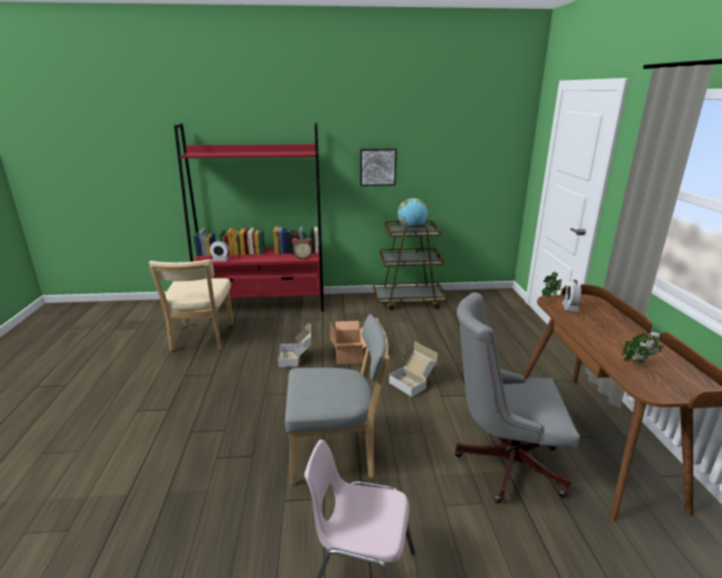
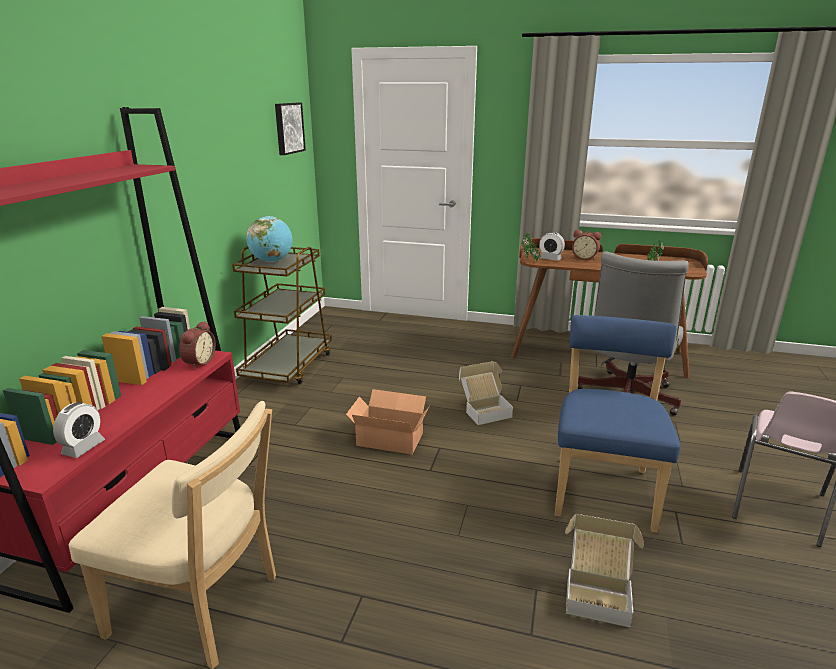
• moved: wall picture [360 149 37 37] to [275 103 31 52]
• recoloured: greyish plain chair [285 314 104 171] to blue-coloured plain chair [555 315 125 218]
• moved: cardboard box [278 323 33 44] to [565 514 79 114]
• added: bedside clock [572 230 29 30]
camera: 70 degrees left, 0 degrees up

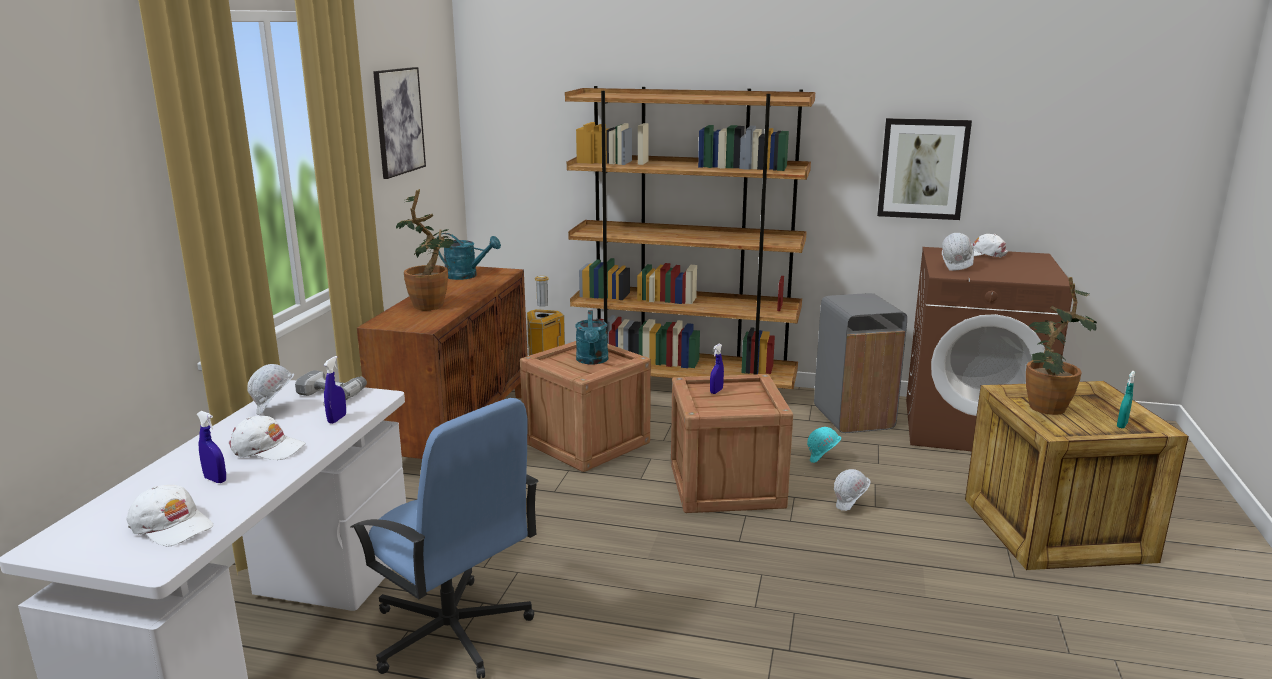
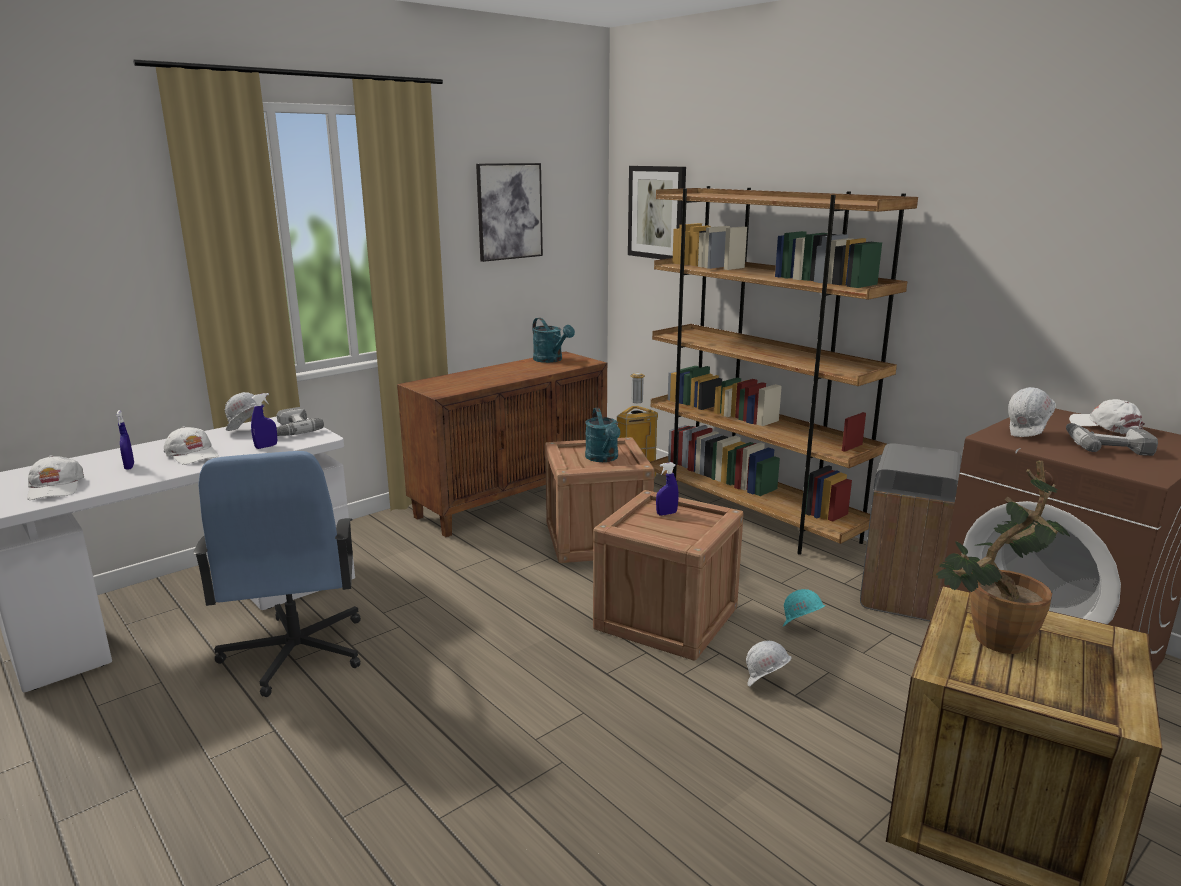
• moved: wall picture [877 118 95 102] to [628 166 58 93]
• removed: houseplant [396 189 58 121]
• turned: turquoise-coloured sprinkling can [575 310 33 55] = [585 408 35 54] 45 degrees counterclockwise
• removed: turquoise-coloured hand sprayer [1117 371 18 57]
• added: electric drill [1066 423 92 33]
camera: 35 degrees right, 0 degrees up

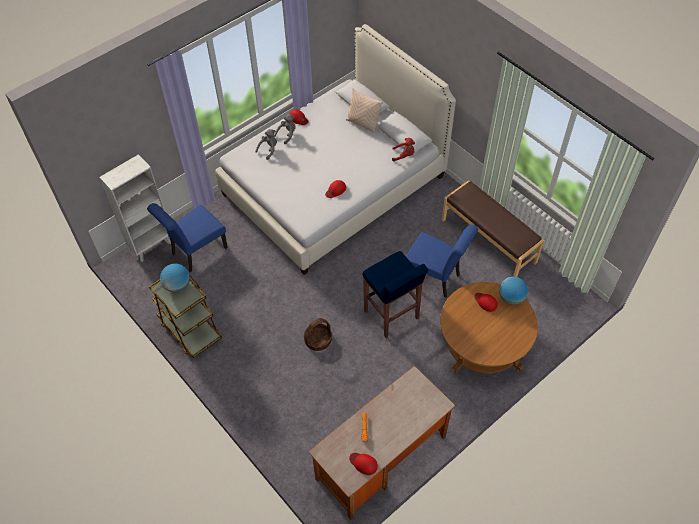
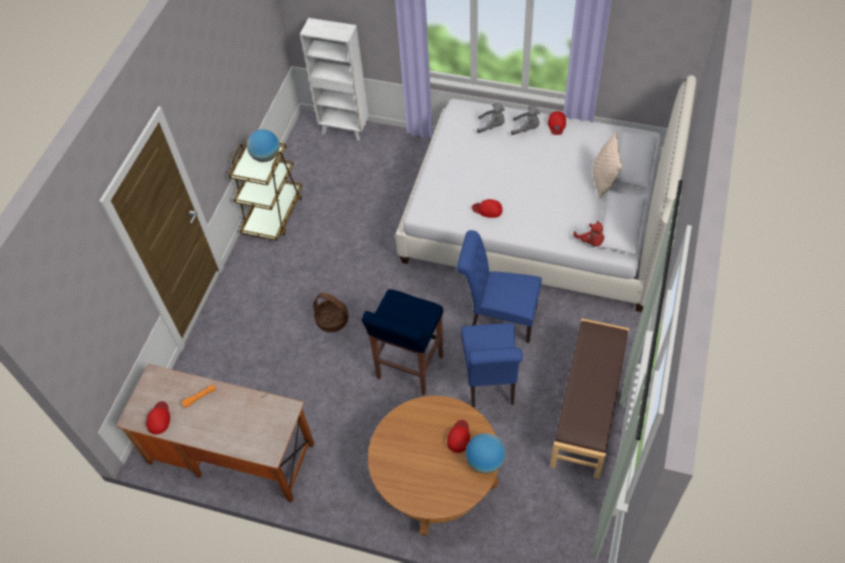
• moved: blue-coloured plain chair [147 203 81 69] to [457 230 85 113]
camera: 60 degrees right, 0 degrees up

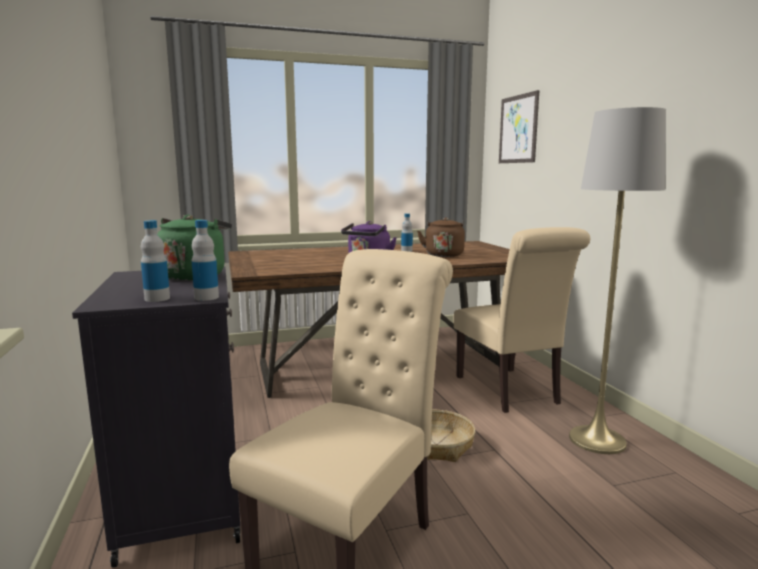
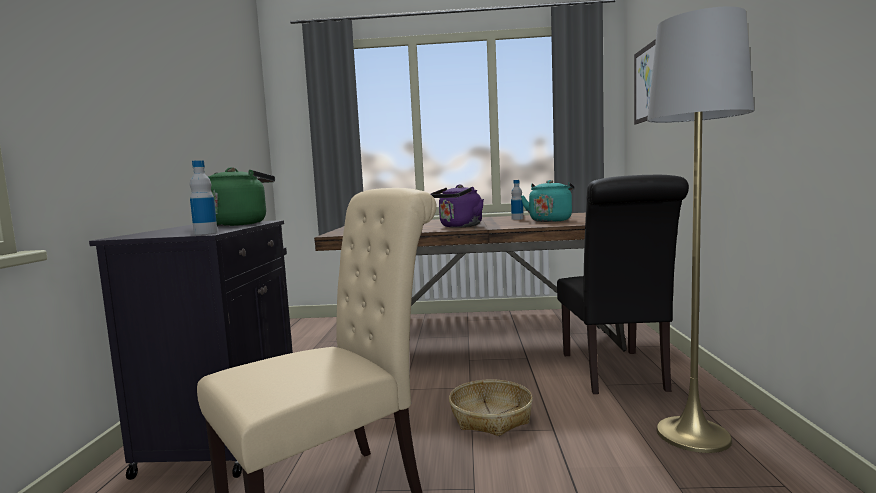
• recoloured: brownish water kettle [417 217 48 40] to turquoise-coloured water kettle [521 180 54 42]
• removed: bottle [141 220 29 82]
• recoloured: beige-coloured plain chair [454 227 136 186] to black-coloured plain chair [557 175 132 219]
camera: 20 degrees right, 5 degrees down

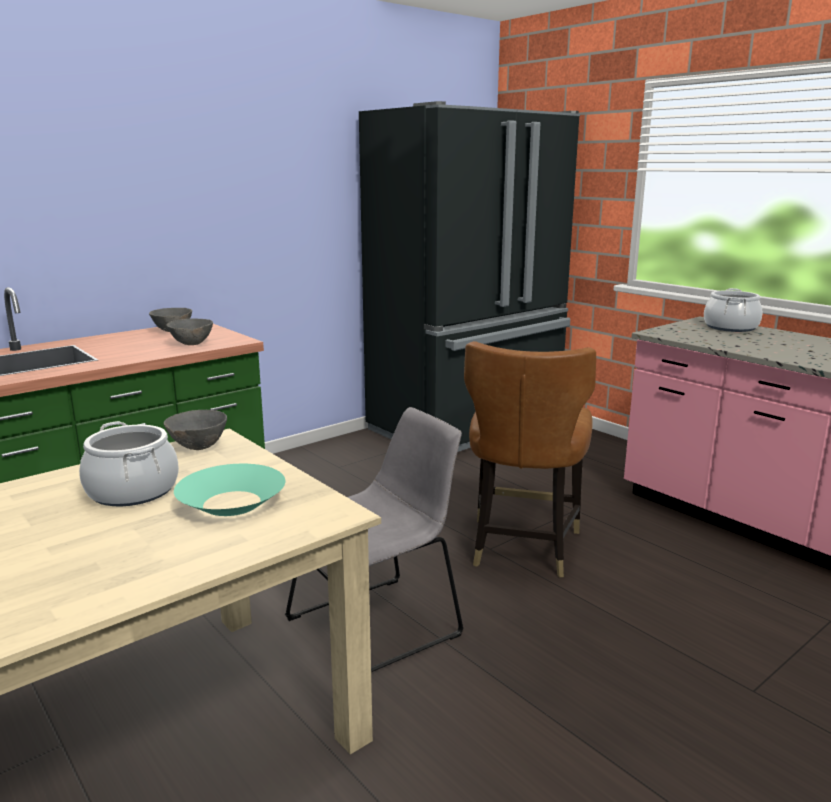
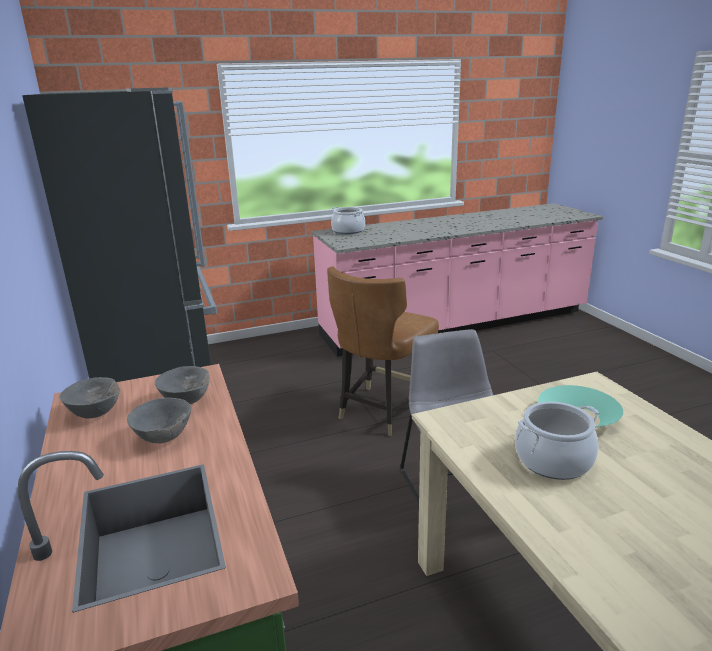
• turned: brownish plain chair [464 341 132 237] = [327 266 112 170] 90 degrees clockwise
• moved: greyish bowl [164 410 63 40] to [127 398 64 45]
camera: 70 degrees left, 5 degrees up

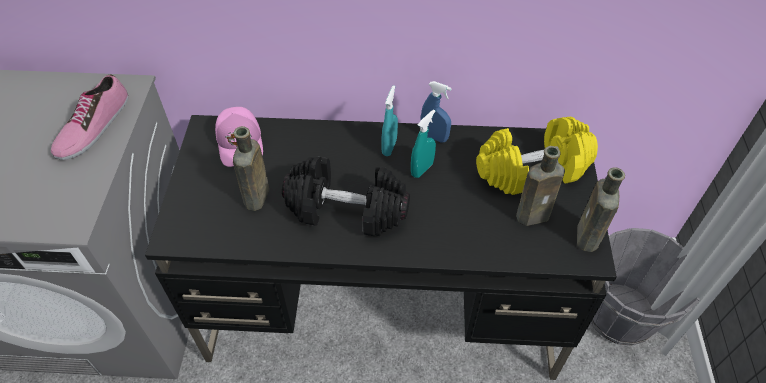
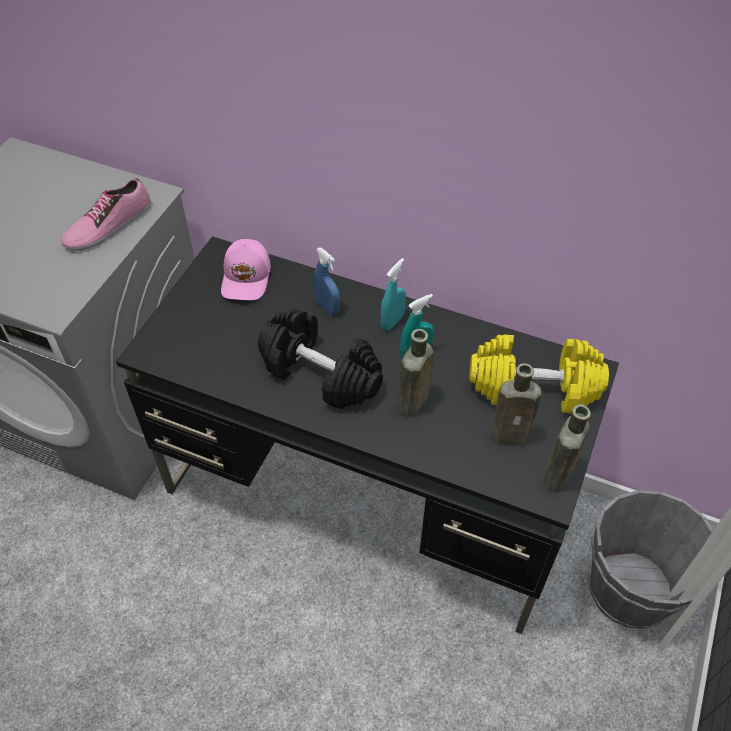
• moved: blue-coloured hand sprayer [421 81 31 62] to [314 247 26 68]
• moved: brownish bottle [233 126 36 85] to [398 329 35 88]
camera: 20 degrees right, 0 degrees up

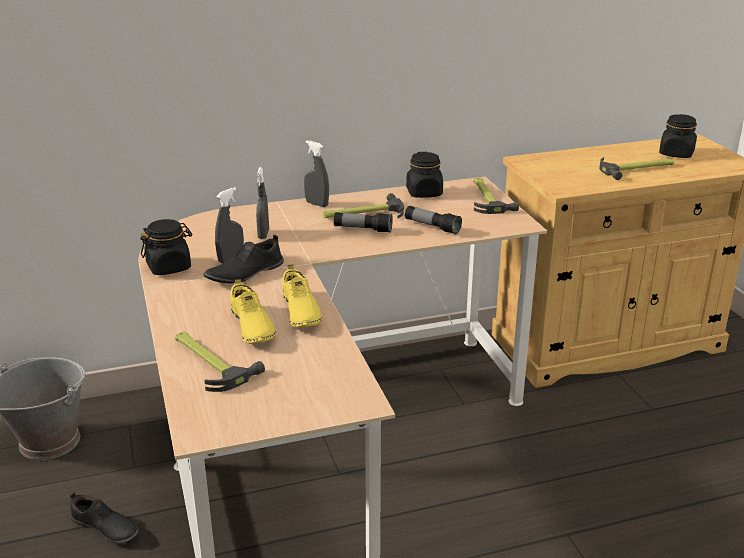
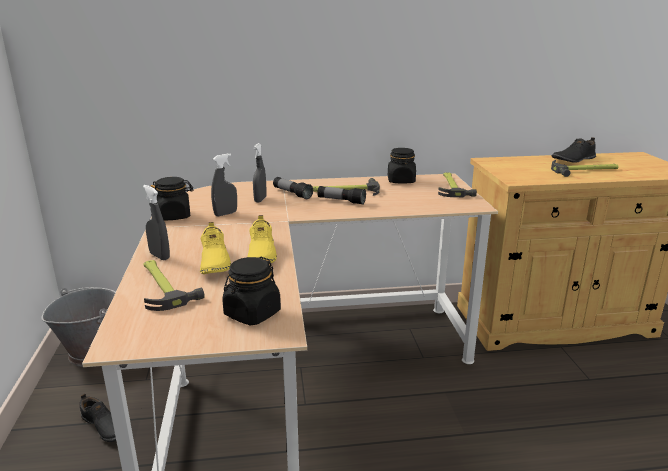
• moved: black-coloured storage jar [659 114 38 44] to [222 257 59 68]
• moved: greyish hand sprayer [304 140 25 67] to [143 185 27 75]
• moved: flashlight [405 206 57 28] to [273 177 40 22]
• moved: black-coloured shoe [203 235 81 49] to [552 137 44 25]
camera: 10 degrees right, 5 degrees down

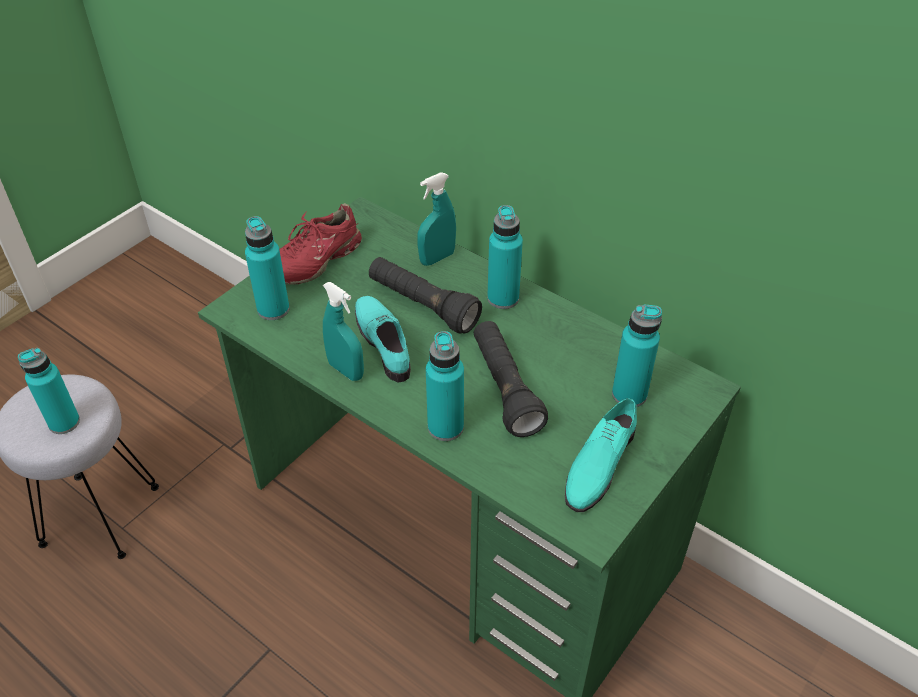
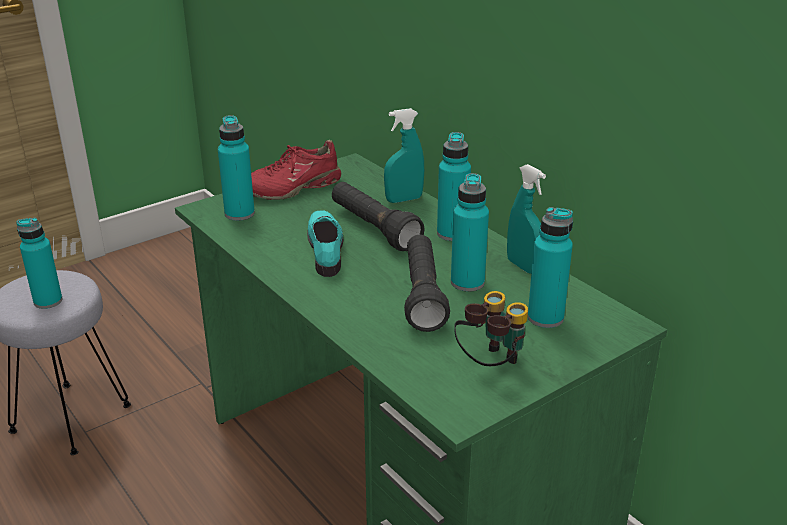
• moved: turquoise-coloured hand sprayer [323 282 41 99] to [507 164 39 110]
• moved: turquoise-coloured bottle [426 331 38 110] to [451 173 38 119]
• replaced: turquoise-coloured shoe [565 398 72 114] to binoculars [454 291 74 75]
camera: 15 degrees right, 15 degrees down

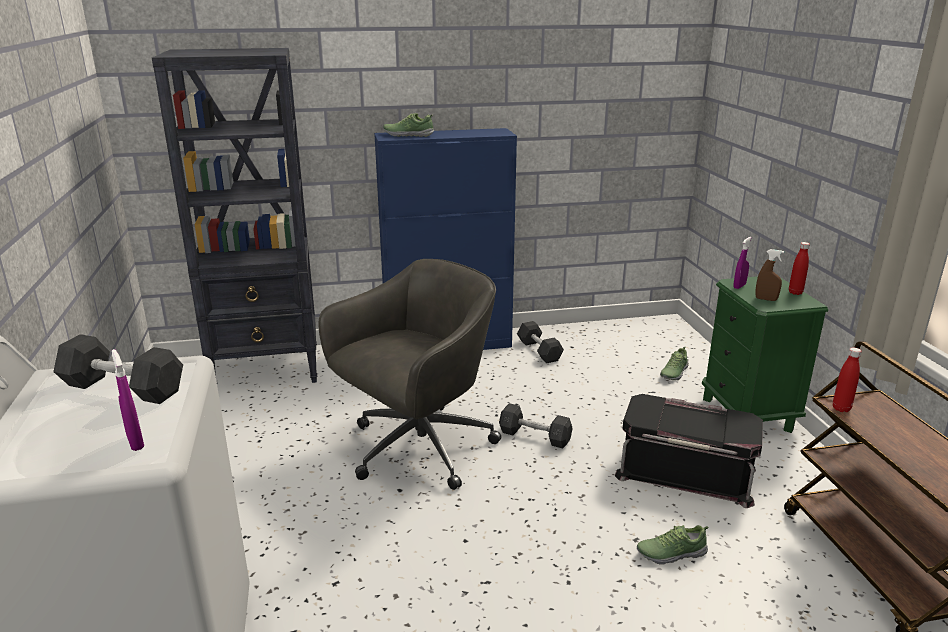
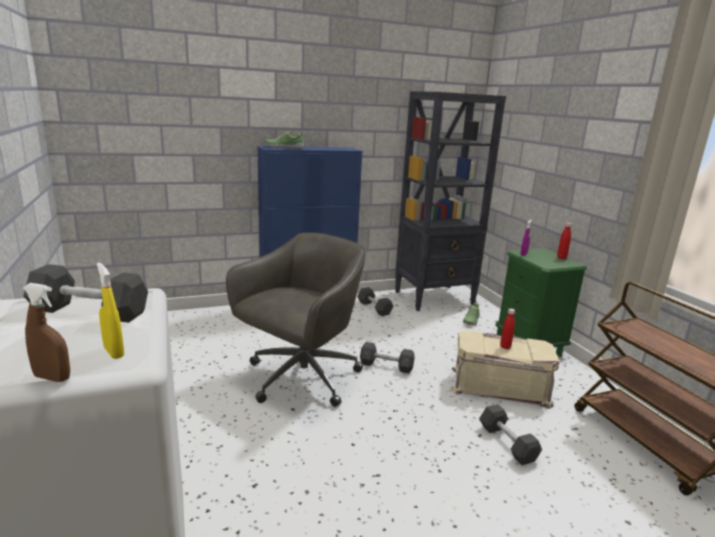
• moved: black-coloured bookcase [152 48 165 335] to [395 91 111 220]
• moved: brownish hand sprayer [755 249 29 52] to [23 283 47 99]
• moved: red bottle [833 348 28 64] to [500 309 15 40]
• recoloured: purplish hand sprayer [112 349 32 102] to yellow-coloured hand sprayer [97 263 27 96]
• recoloured: black-coloured storage bin [615 394 148 114] to beige-coloured storage bin [451 330 108 79]
• replaced: shoe [637 525 71 40] to greyish hand weight [479 404 63 61]
camera: 10 degrees left, 5 degrees down

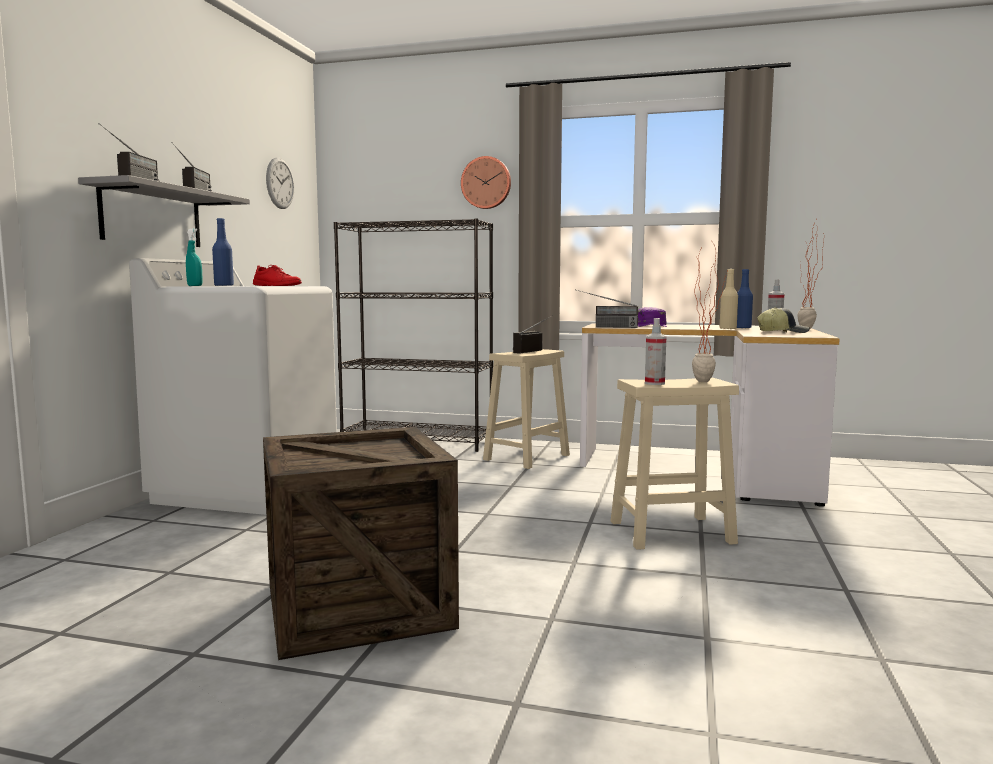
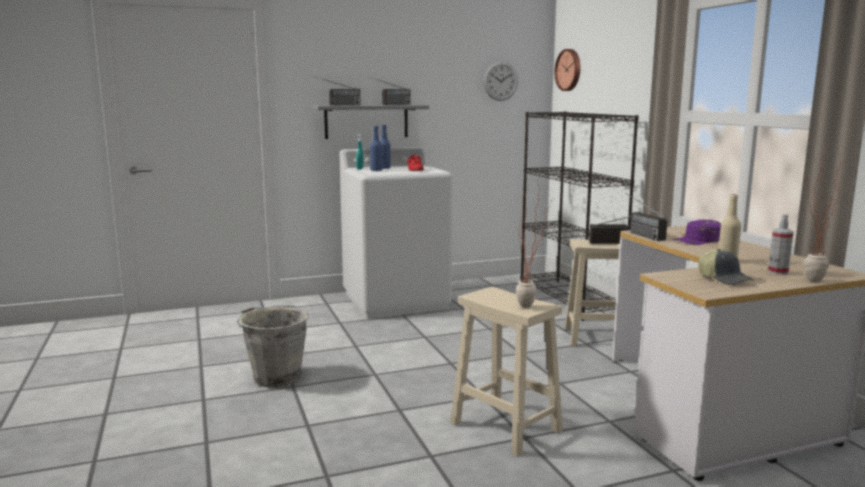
• moved: hanging clock [461 156 50 53] to [555 49 25 42]
• moved: blue-coloured bottle [737 269 16 60] to [370 126 13 45]
• removed: hand sprayer [645 318 21 67]
• replaced: shipping crate [263 427 196 233] to greyish water bucket [237 306 72 82]
camera: 55 degrees right, 5 degrees up

